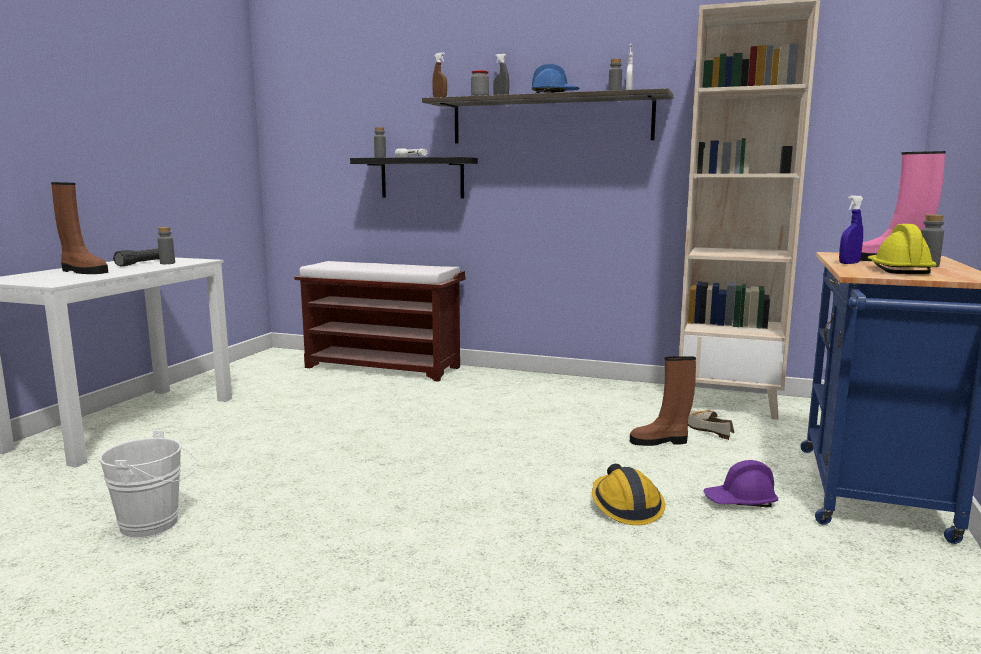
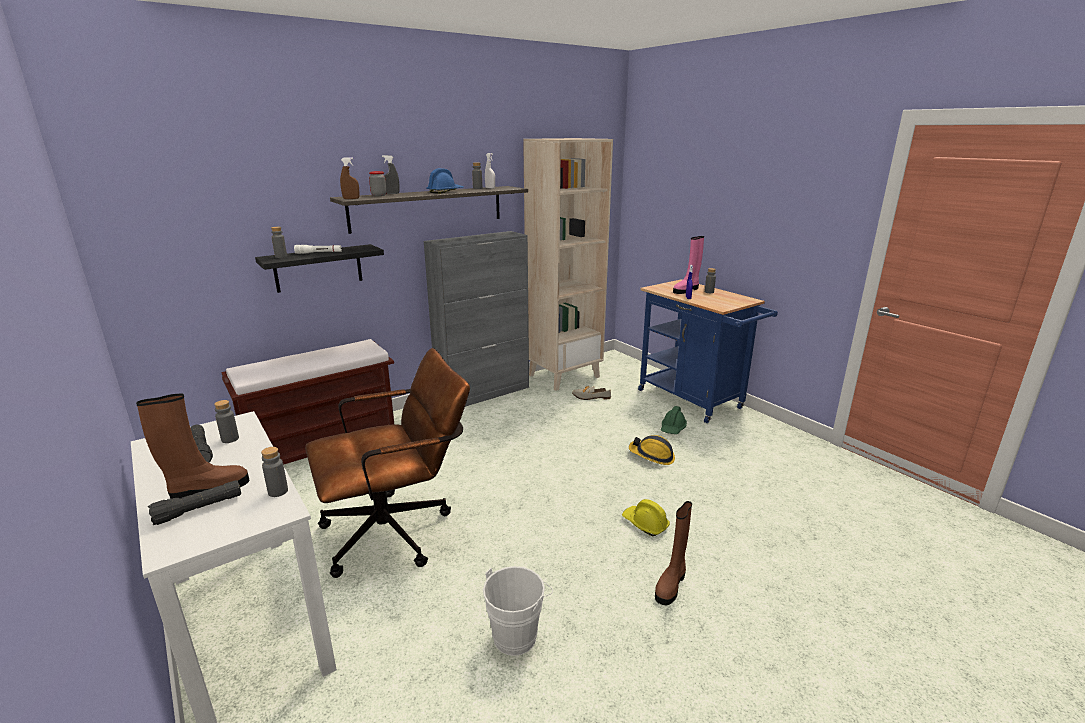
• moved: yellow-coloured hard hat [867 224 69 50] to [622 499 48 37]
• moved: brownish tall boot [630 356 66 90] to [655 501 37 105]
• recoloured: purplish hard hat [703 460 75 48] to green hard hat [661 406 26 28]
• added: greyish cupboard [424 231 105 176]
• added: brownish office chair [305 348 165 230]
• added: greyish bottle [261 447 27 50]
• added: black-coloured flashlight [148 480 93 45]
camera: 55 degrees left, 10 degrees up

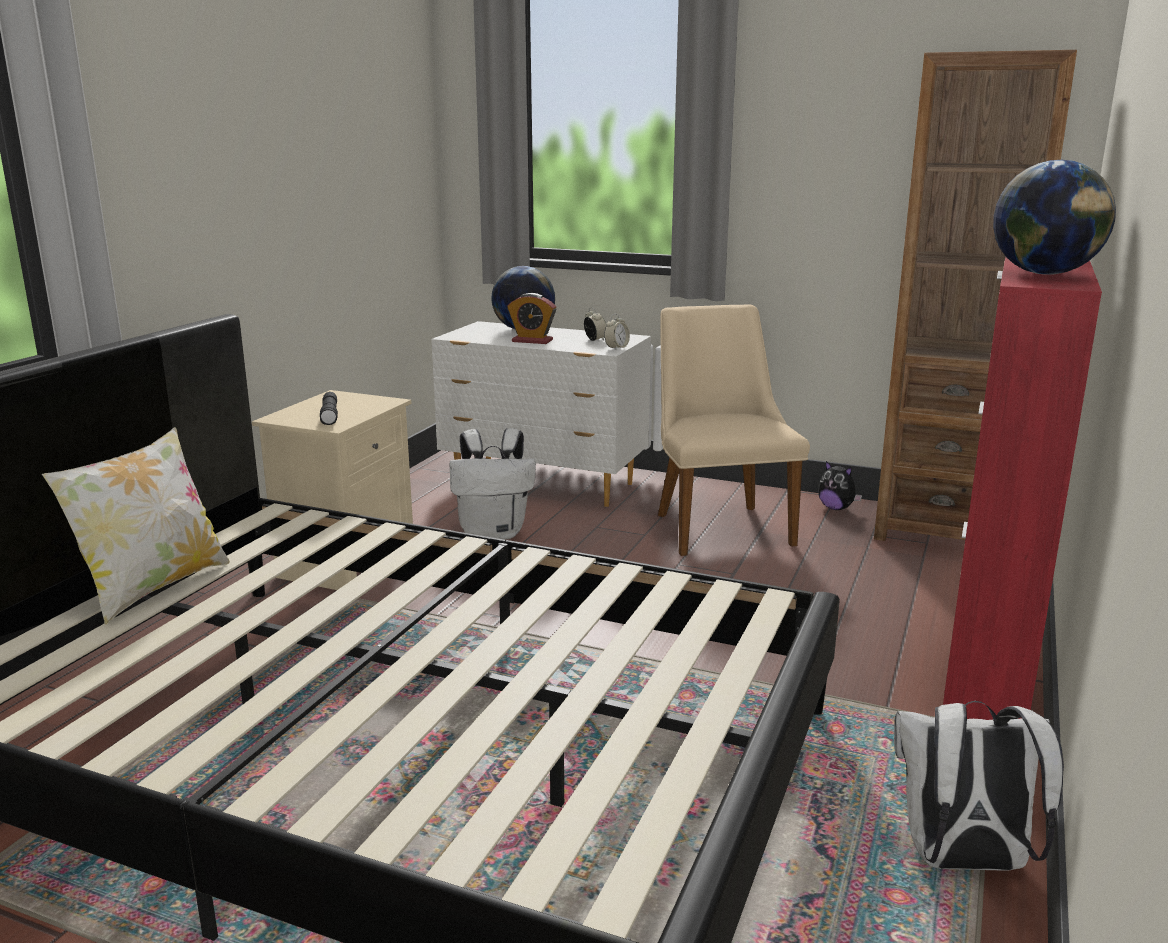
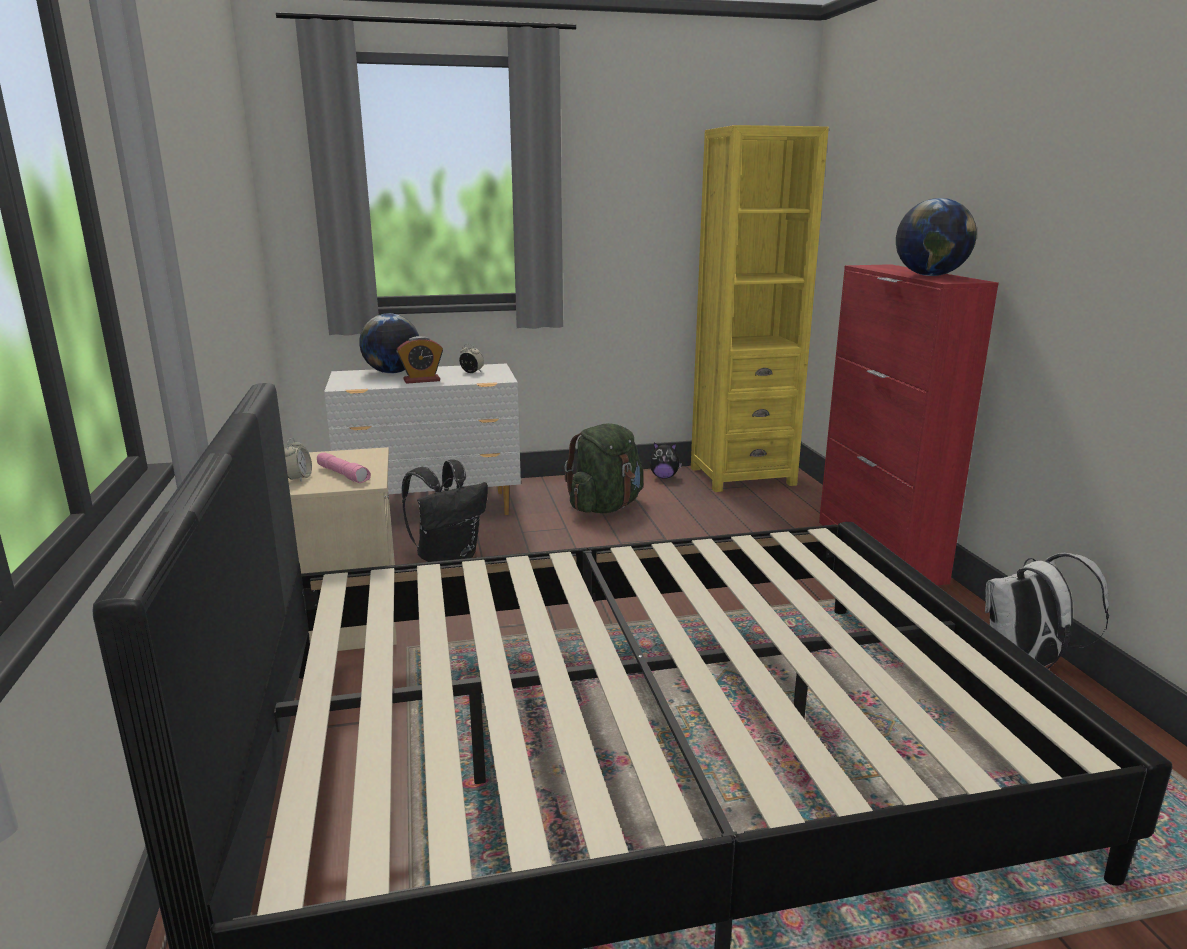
• recoloured: brownish bookcase [874 50 203 491] to yellow-coloured bookcase [691 125 138 367]
• replaced: beige-coloured plain chair [658 304 152 252] to green knapsack [564 423 79 90]
• moved: bedside clock [604 314 26 36] to [284 438 28 44]
• recoloured: black-coloured flashlight [320 392 18 33] to pink flashlight [317 452 54 31]
• removed: cushion [42 427 188 198]
• recoloured: whitish knapsack [449 428 87 112] to black-coloured knapsack [402 460 86 102]
camera: 35 degrees left, 0 degrees up

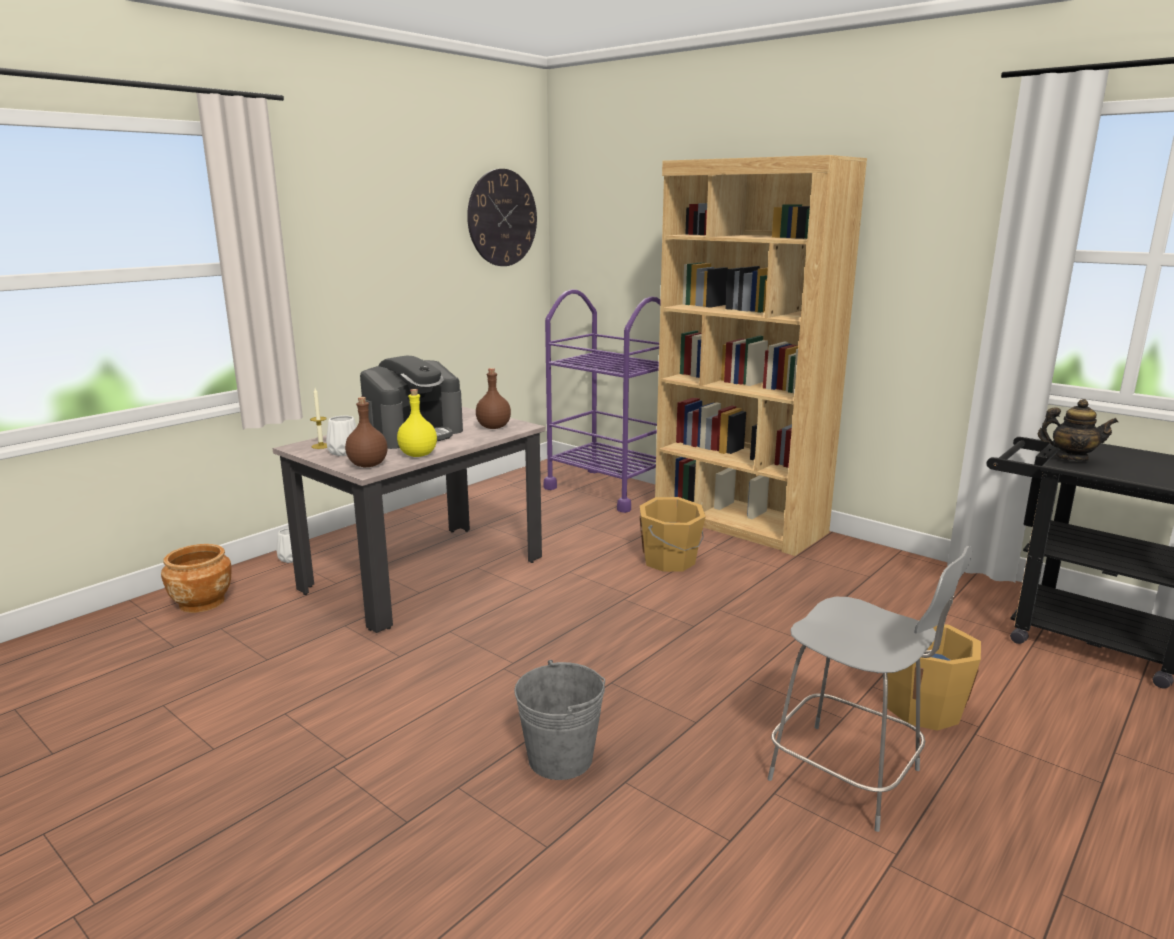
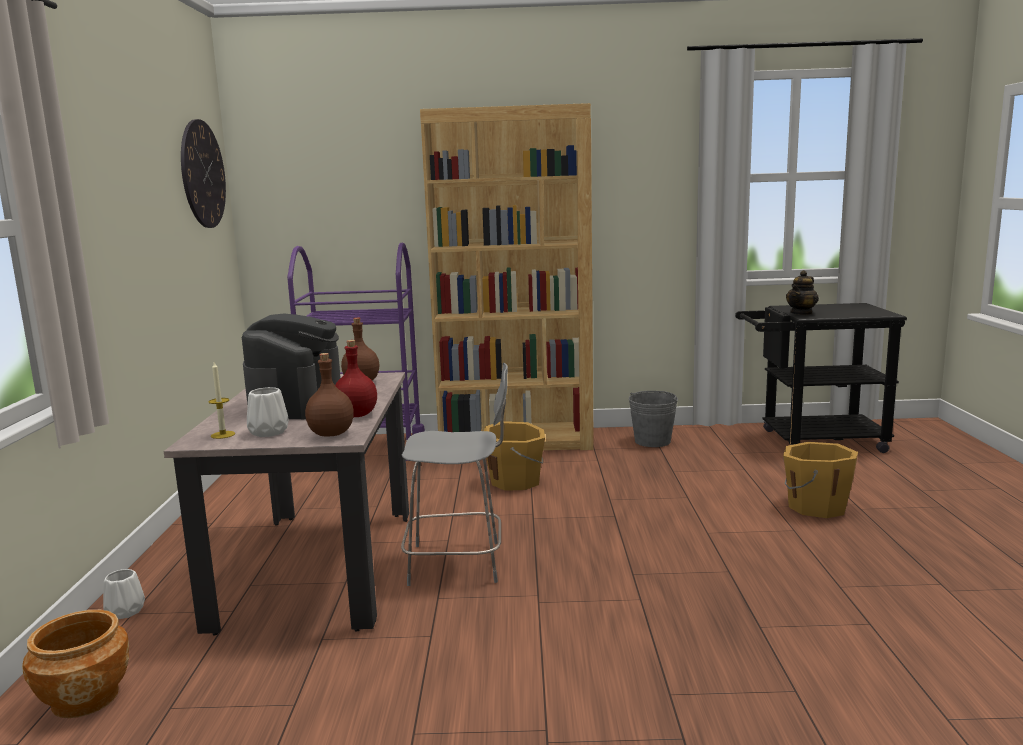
• recoloured: yellow-coloured bottle [397 389 40 68] to red bottle [335 340 42 77]
• turned: pot for tea [1038 399 80 63] = [786 270 33 45] 150 degrees clockwise
• moved: greyish plain chair [768 546 204 286] to [401 363 107 223]
• moved: greyish water bucket [514 660 91 120] to [629 391 49 56]
camera: 40 degrees left, 5 degrees down

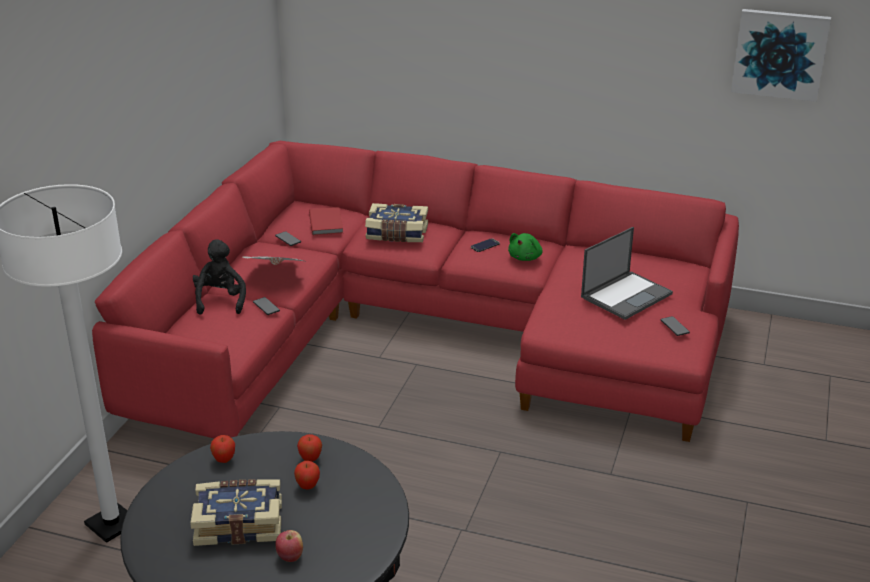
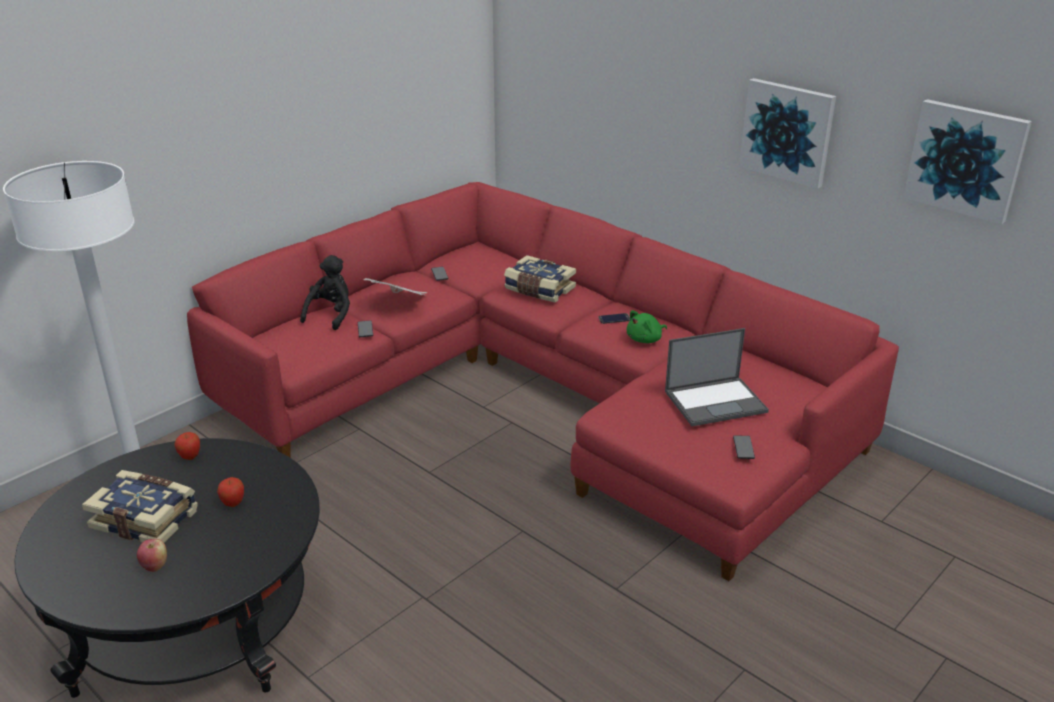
• removed: red bound book [309 207 34 28]
• removed: apple [297 434 25 28]
• added: wall picture [739 78 97 111]
camera: 25 degrees right, 0 degrees up

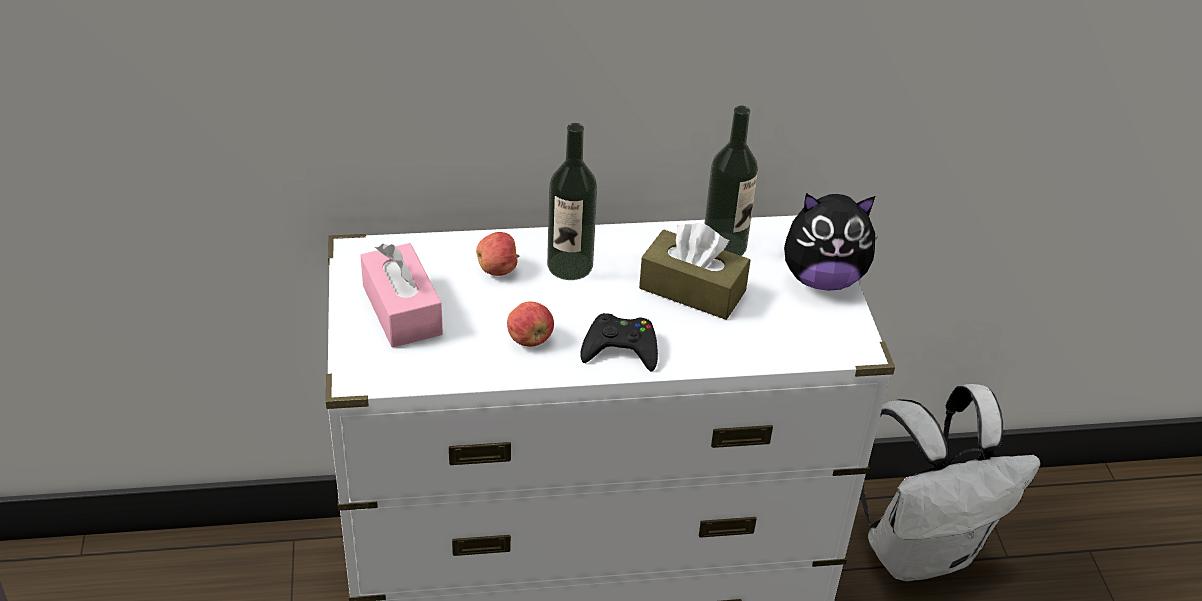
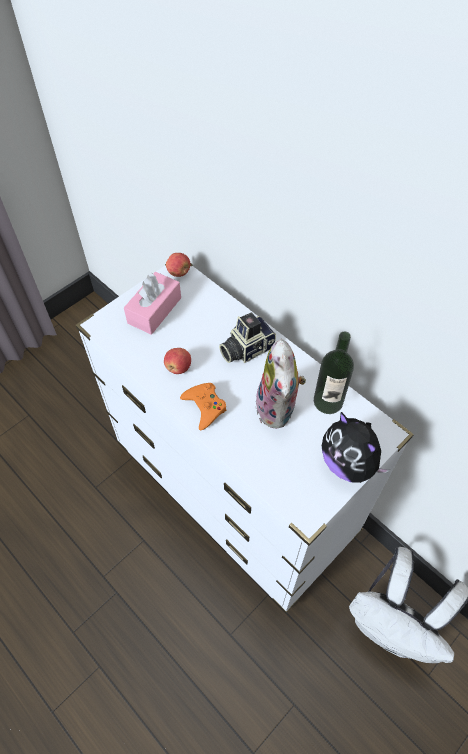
• replaced: bottle [547 123 50 157] to photo camera [219 313 57 50]
• replaced: brownish tissue box [639 223 111 97] to soft toy [255 339 51 89]
• moved: apple [476 232 44 44] to [166 253 24 24]
• recoloured: black-coloured game controller [580 313 78 58] to orangey game controller [180 383 46 48]
camera: 55 degrees right, 15 degrees up

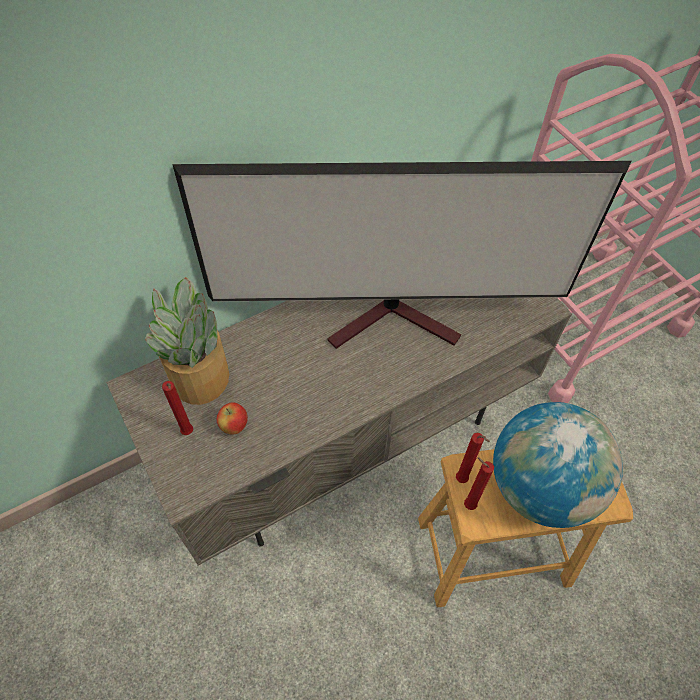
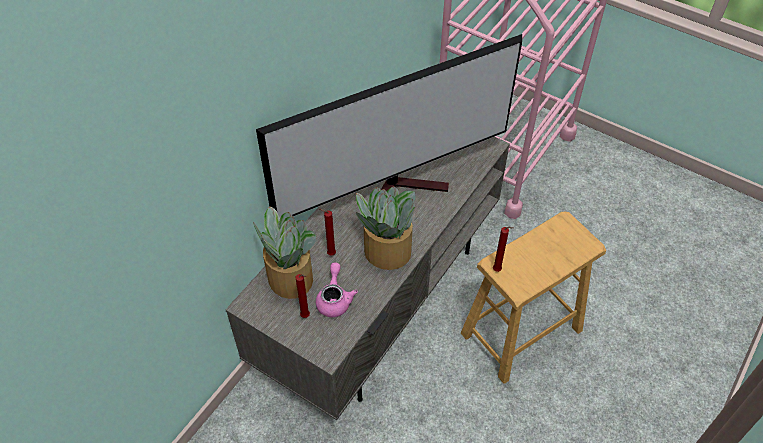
• replaced: apple [217 402 31 33] to pink pot for tea [316 262 42 55]
• removed: desk globe [493 402 130 126]
• moved: red candle [464 457 30 53] to [320 209 16 47]
• added: houseplant [356 186 59 84]
camera: 25 degrees left, 5 degrees down

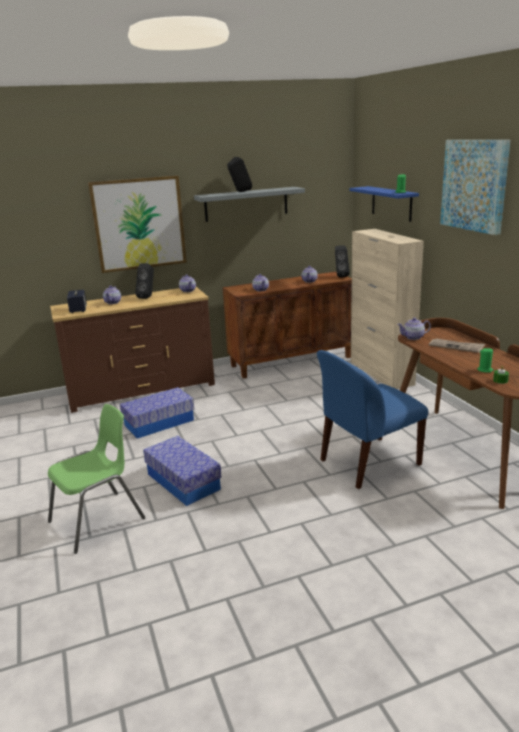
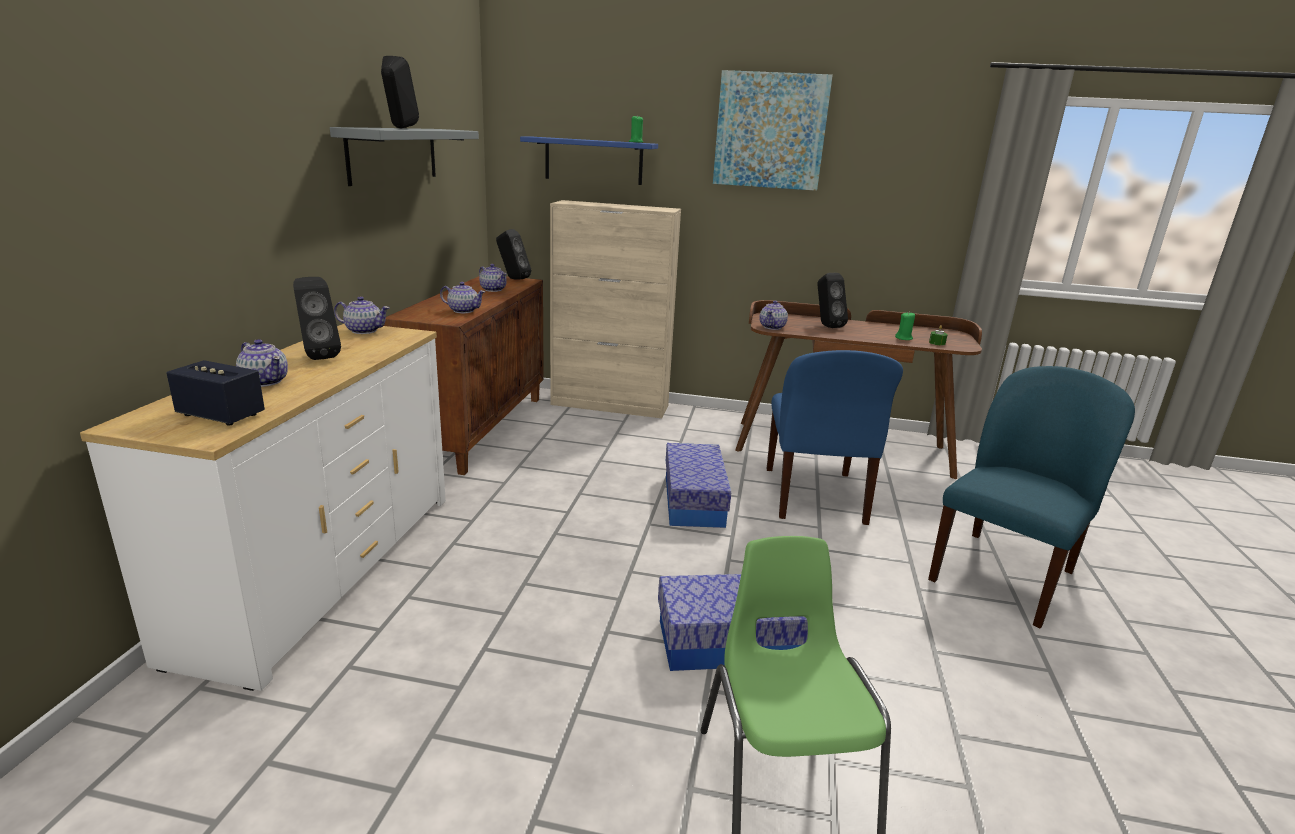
• removed: wall picture [88 175 99 98]
• recoloured: brownish drawer chest [50 287 165 126] to whitish drawer chest [80 324 366 367]
• replaced: daily paper [429 339 56 14] to black-coloured audio speaker [818 273 30 55]
• moved: storage bin [120 387 74 51] to [666 443 65 85]
• added: blue-coloured plain chair [928 366 207 263]
camera: 60 degrees left, 0 degrees up

